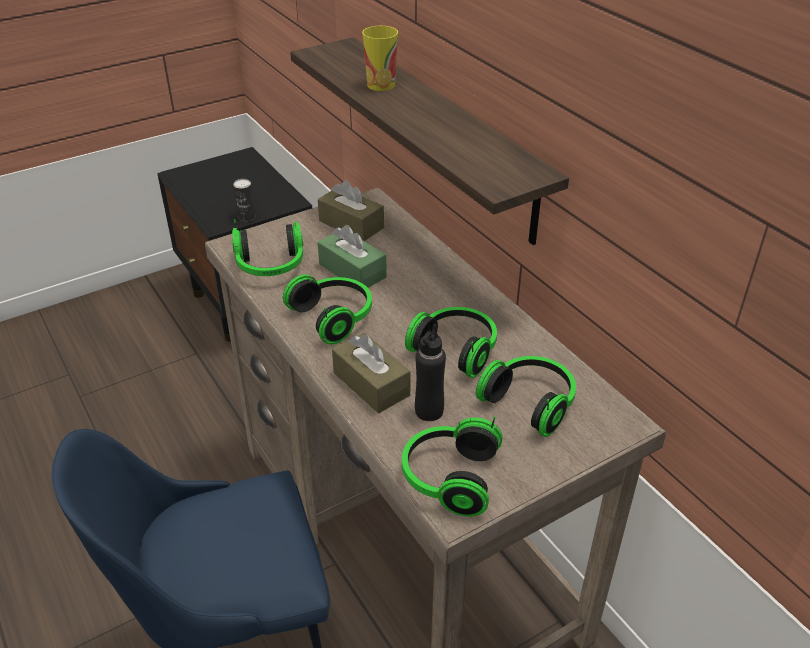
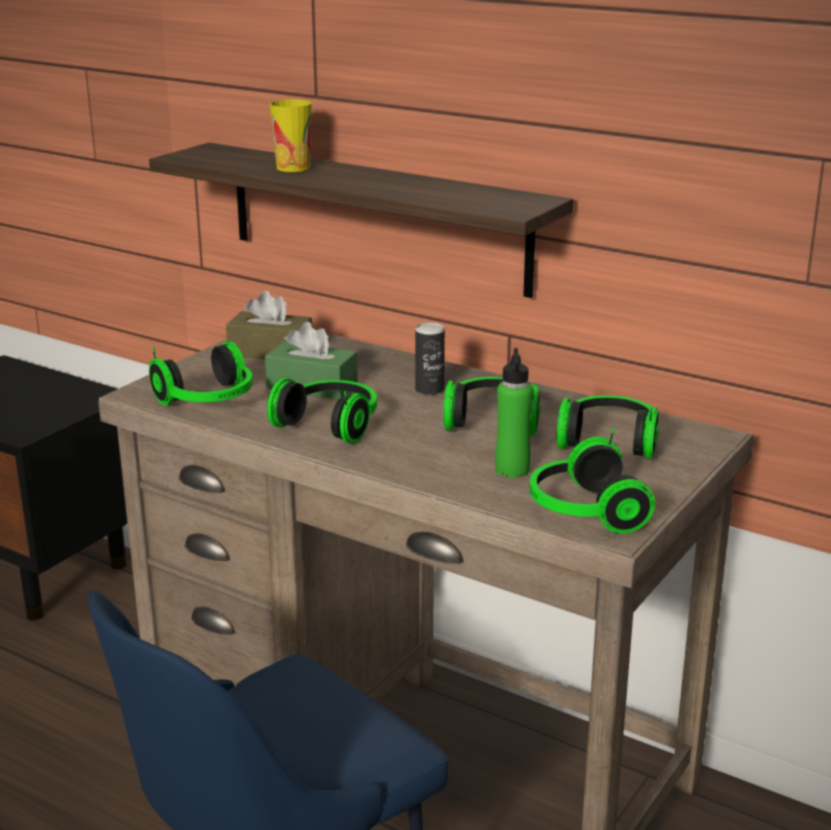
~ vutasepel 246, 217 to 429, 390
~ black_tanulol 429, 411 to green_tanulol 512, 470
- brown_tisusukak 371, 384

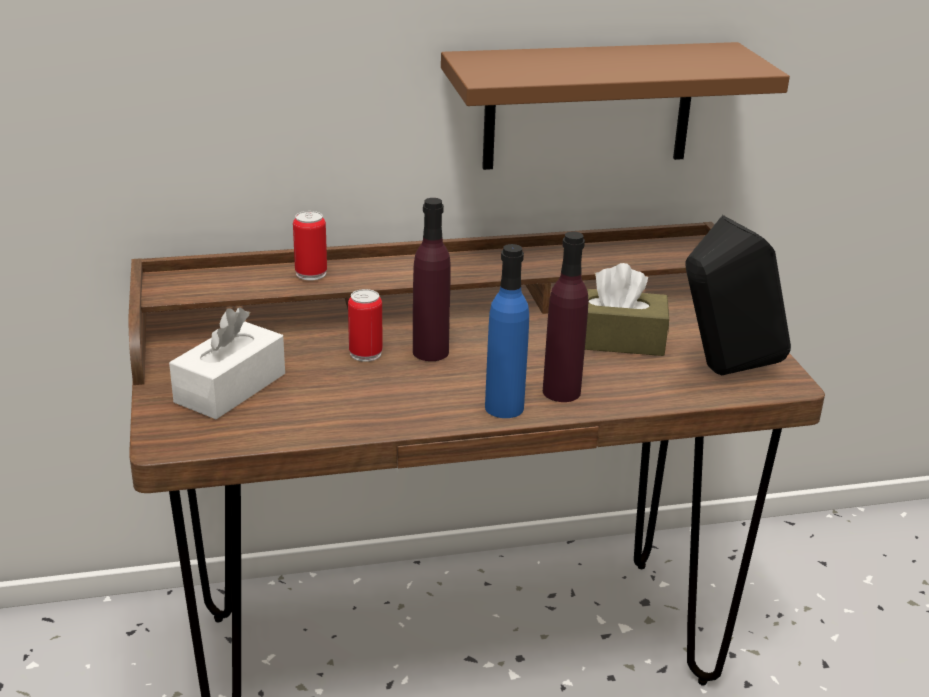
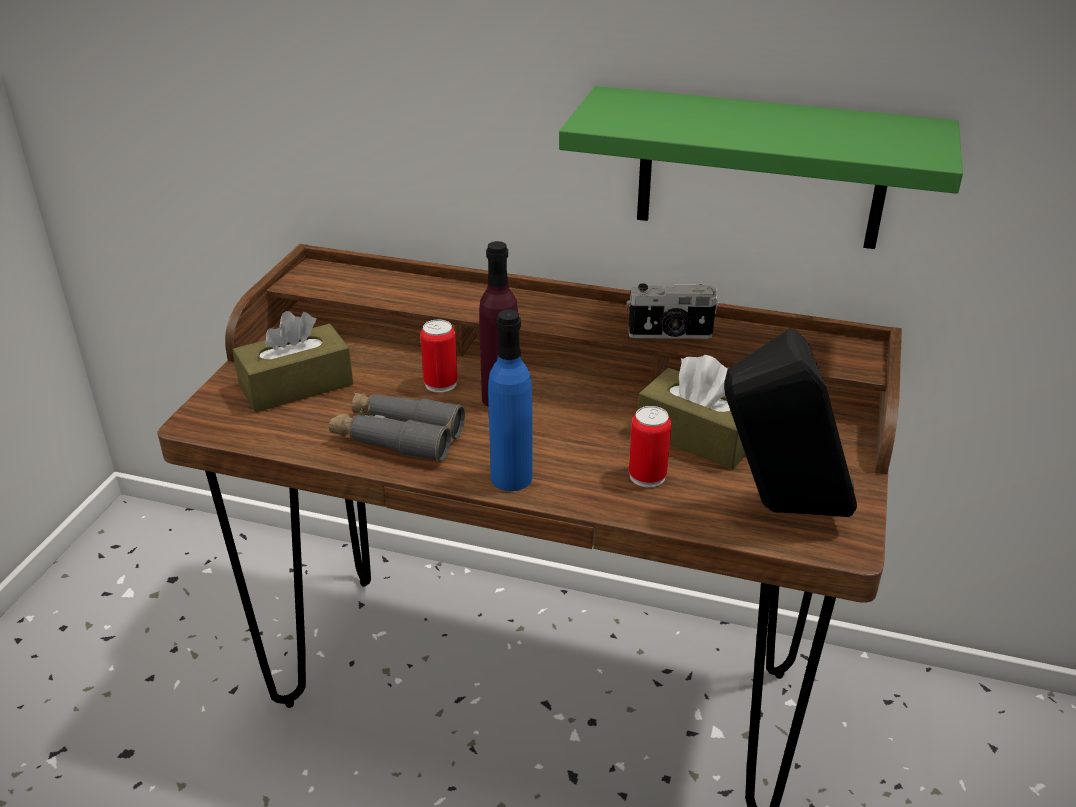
~ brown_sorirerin 588, 106 to green_sorirerin 761, 169
~ vutasepel 311, 273 to 647, 476
- purple_tanulol 561, 392
~ white_tisusukak 230, 388 to brown_tisusukak 296, 385
+ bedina 670, 335
+ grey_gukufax 397, 437

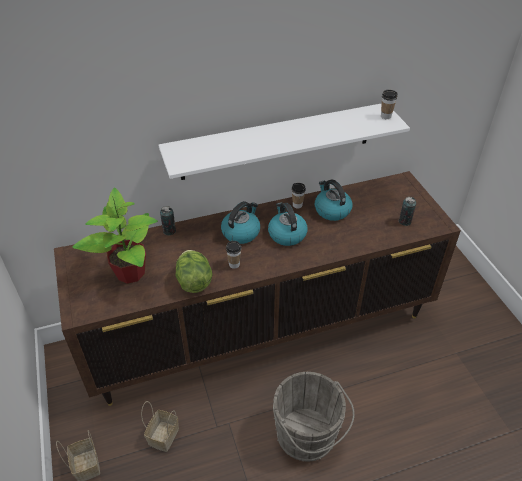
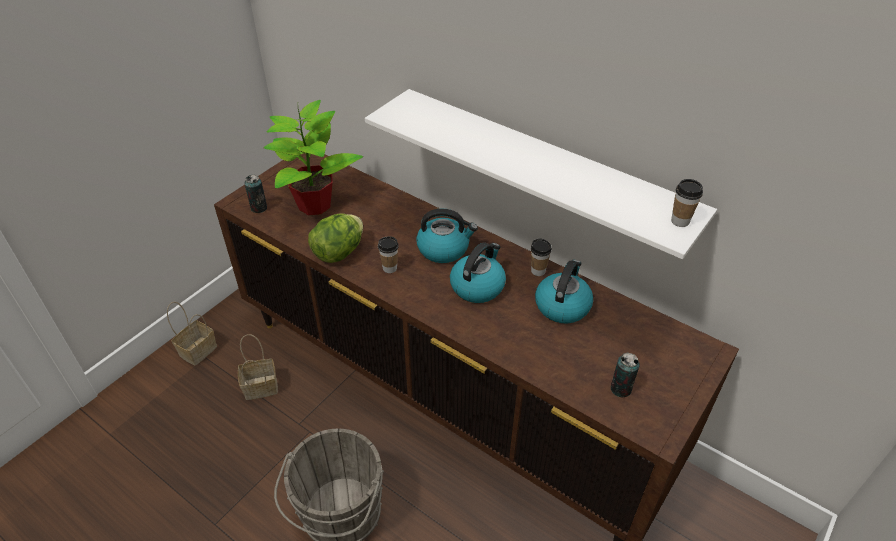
~ vutasepel 169, 231 to 259, 208

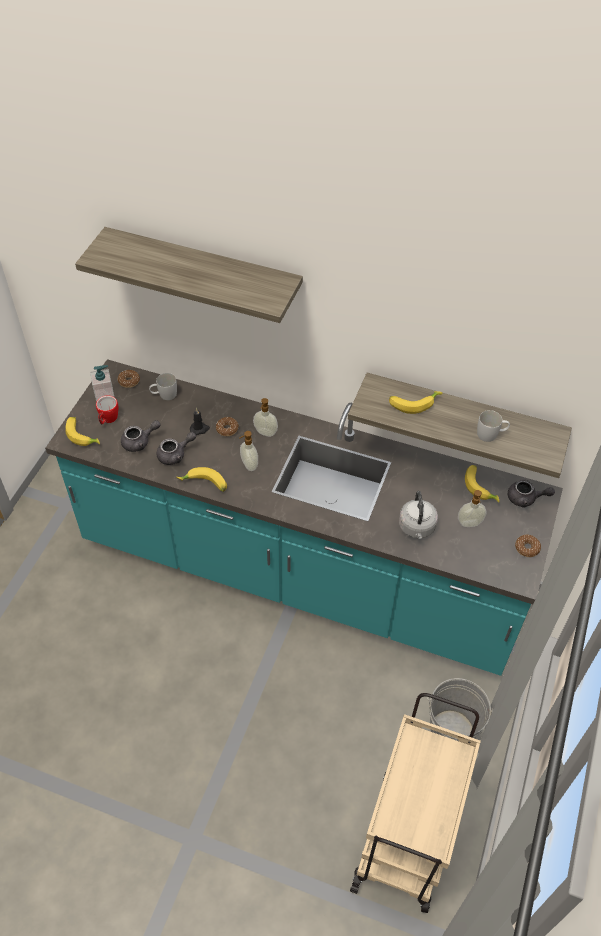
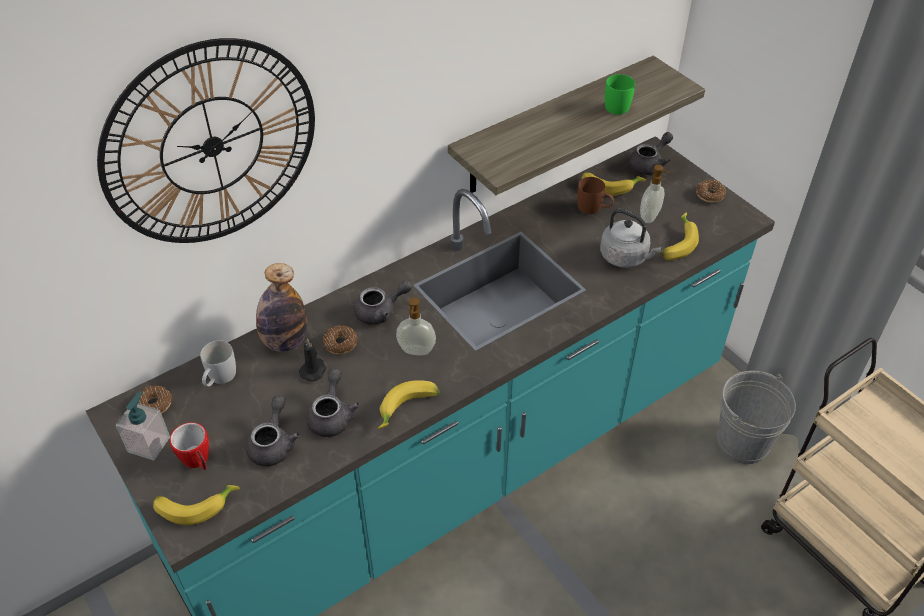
~ sorirerin 203, 273 to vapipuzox 212, 146
~ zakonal 413, 403 to 676, 243
~ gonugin 265, 433 to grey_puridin 381, 312
~ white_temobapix 491, 434 to green_temobapix 619, 105
+ brown_temobapix 594, 208
+ tanulol 285, 341

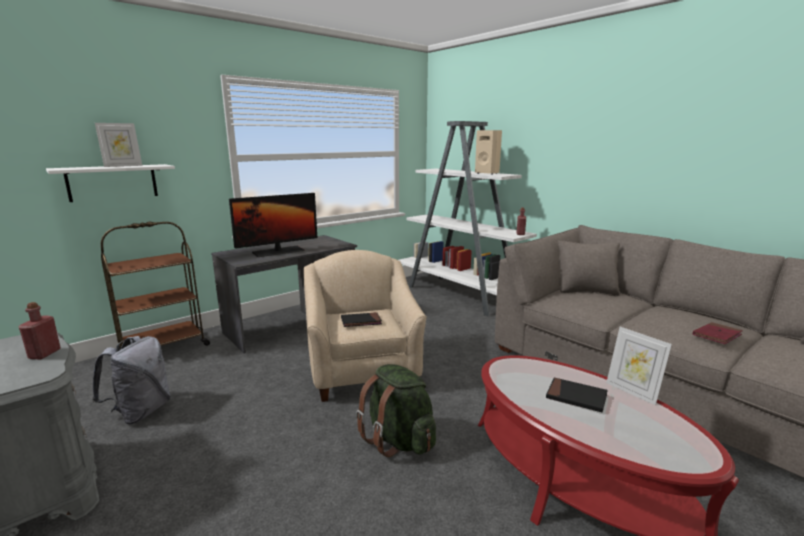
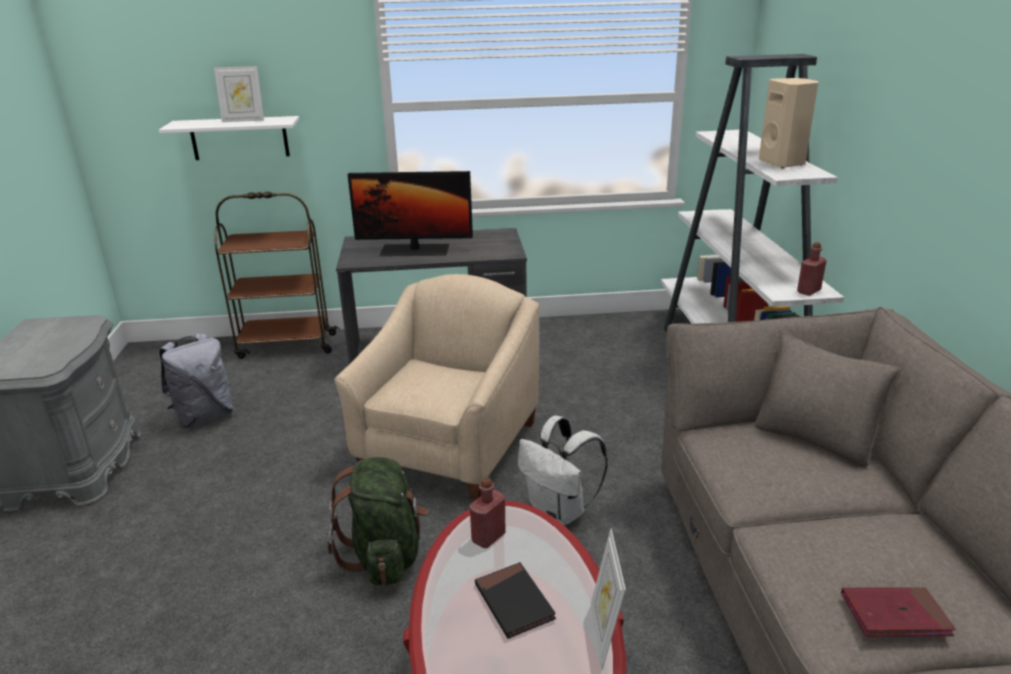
~ red_tanulol 44, 354 to 488, 537
- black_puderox 361, 321
+ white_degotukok 560, 512

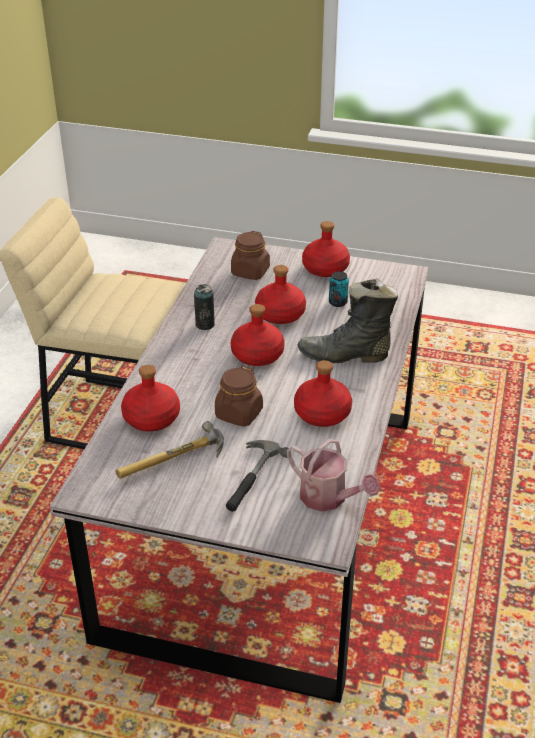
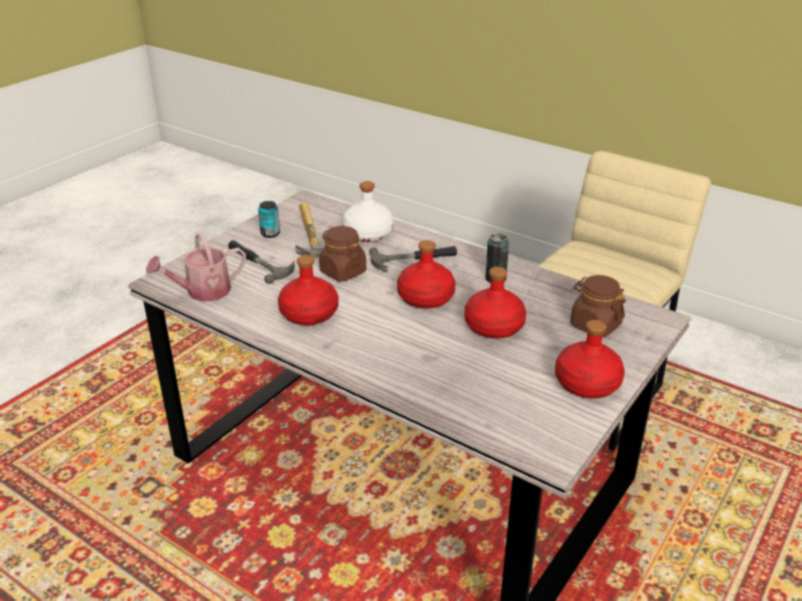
~ vutasepel 338, 302 to 270, 234
- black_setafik 345, 356
~ red_tanulol 152, 418 to white_tanulol 367, 234
+ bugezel 414, 260

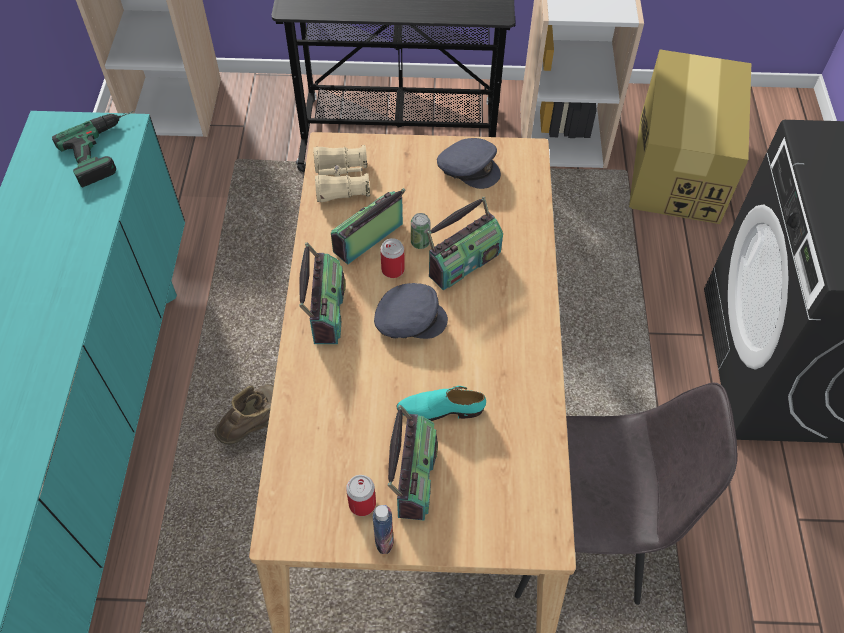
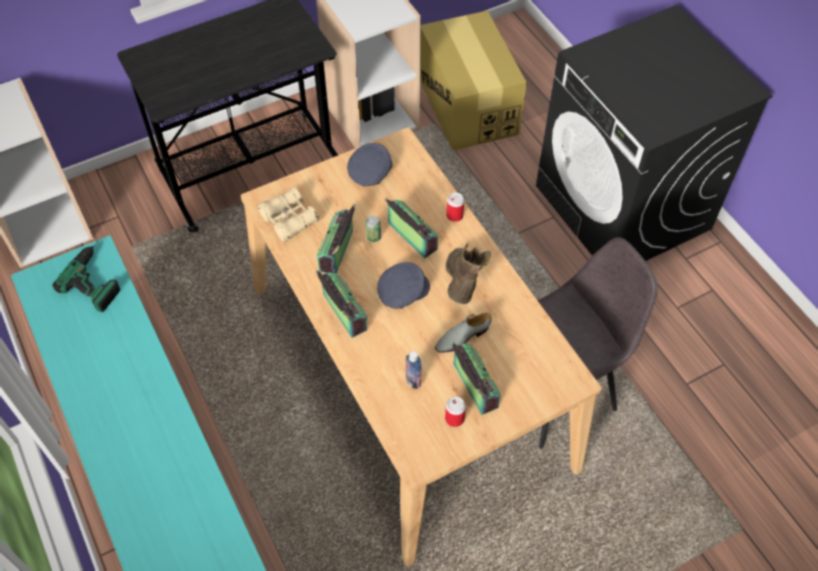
~ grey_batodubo 469, 168 = 370, 171 60 degrees counterclockwise
~ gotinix 463, 262 = 411, 237 60 degrees counterclockwise
~ vutasepel 393, 269 to 454, 215
~ brown_setafik 254, 424 to 462, 286
~ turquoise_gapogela 440, 409 to grey_gapogela 462, 337
~ tanulol 384, 540 to 413, 381

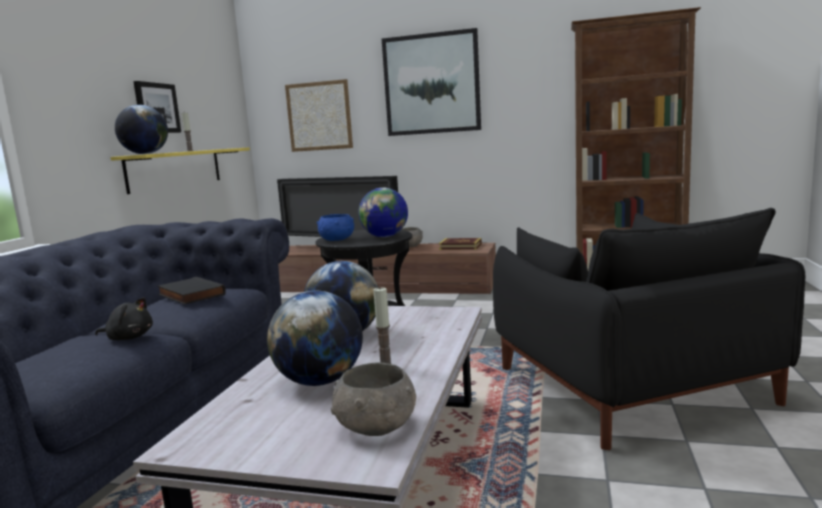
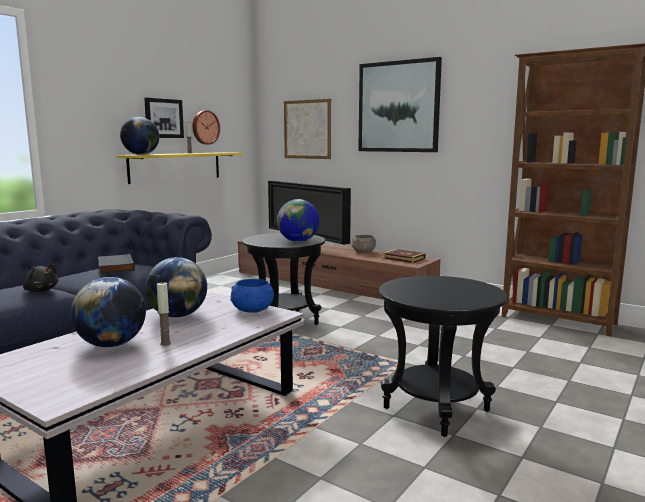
~ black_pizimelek 628, 385 to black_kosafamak 436, 409
~ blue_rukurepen 337, 240 to 252, 310
- grey_rukurepen 376, 427
+ vapipuzox 205, 127

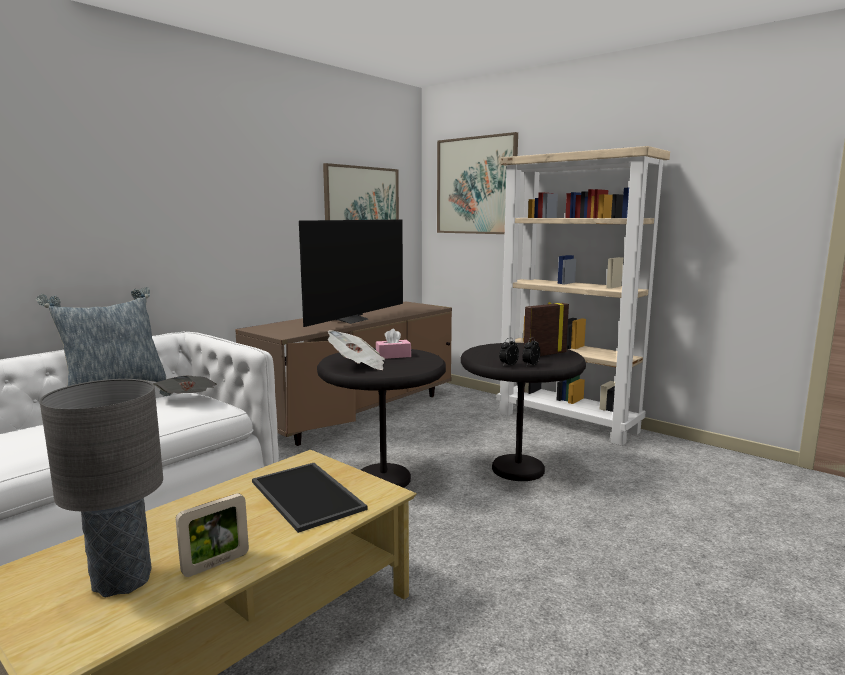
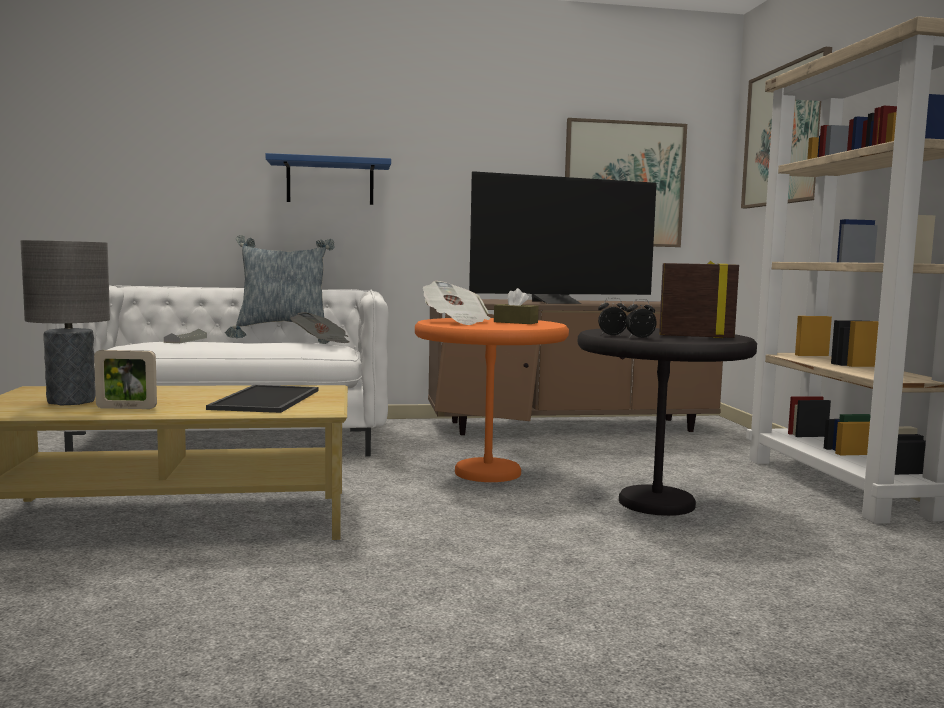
~ pink_tisusukak 393, 356 to brown_tisusukak 515, 322
~ black_kosafamak 383, 479 to orange_kosafamak 488, 472
+ blue_sorirerin 330, 182
+ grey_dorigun 186, 340

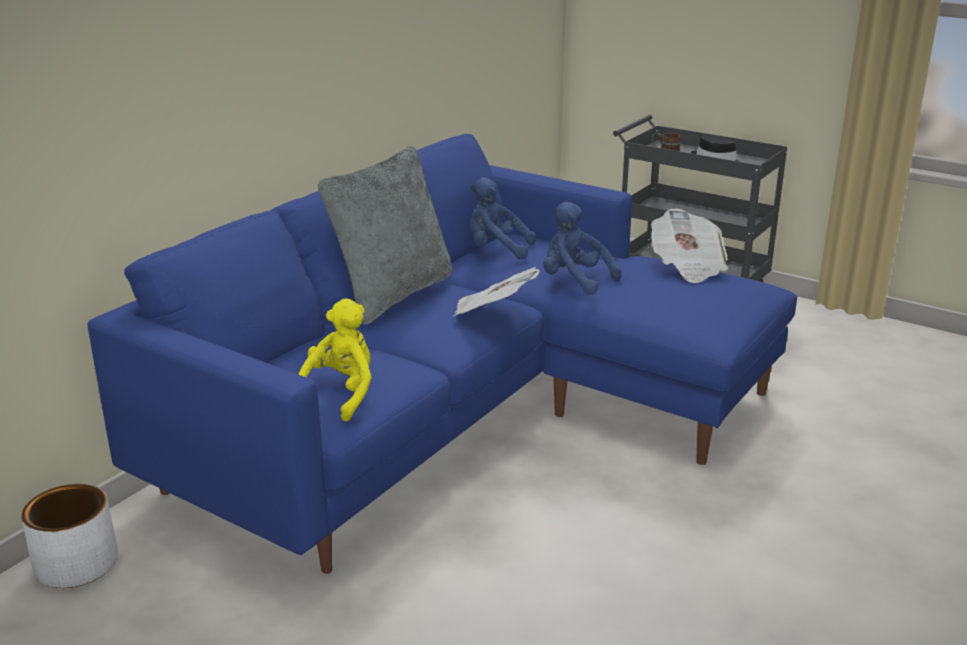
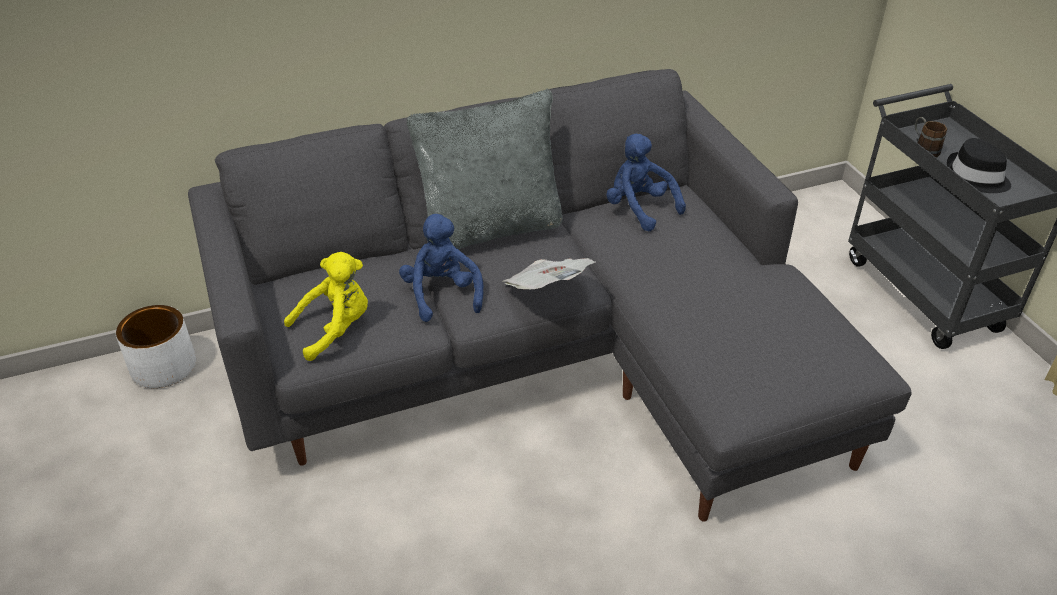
~ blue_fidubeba 466, 416 to grey_fidubeba 547, 359
~ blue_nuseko 574, 280 to 442, 294
- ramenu 687, 266

